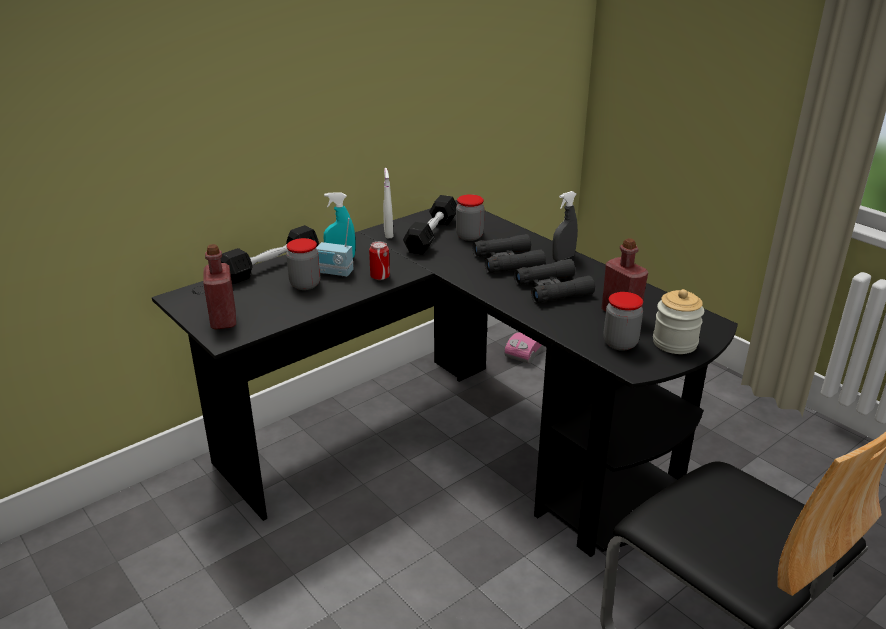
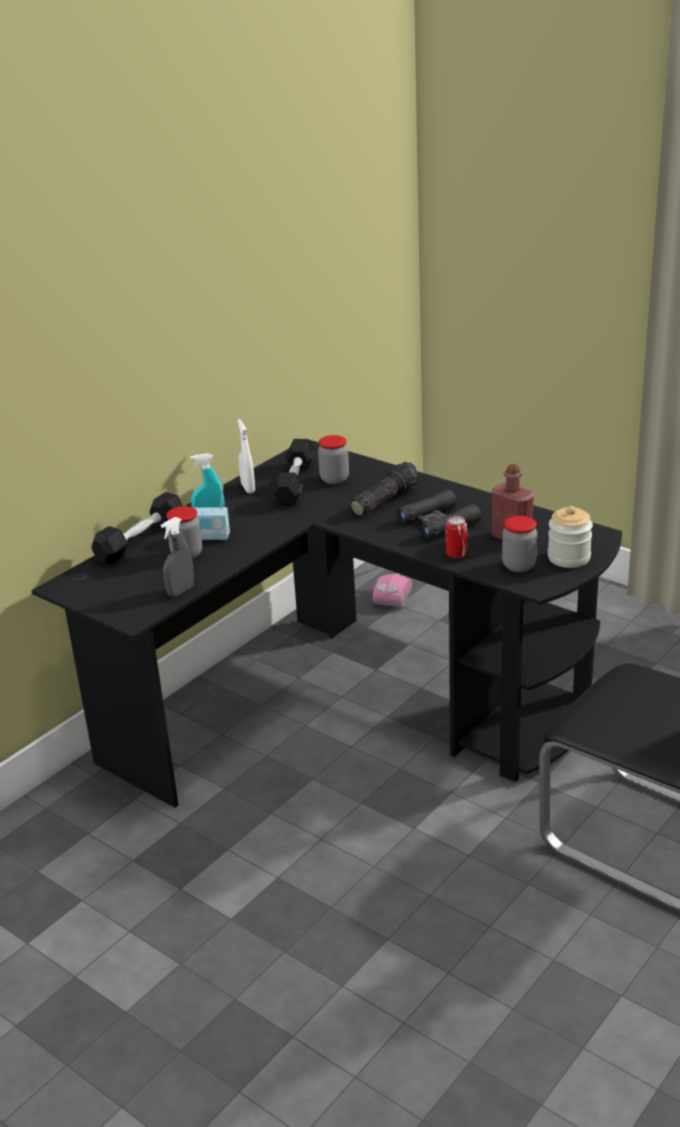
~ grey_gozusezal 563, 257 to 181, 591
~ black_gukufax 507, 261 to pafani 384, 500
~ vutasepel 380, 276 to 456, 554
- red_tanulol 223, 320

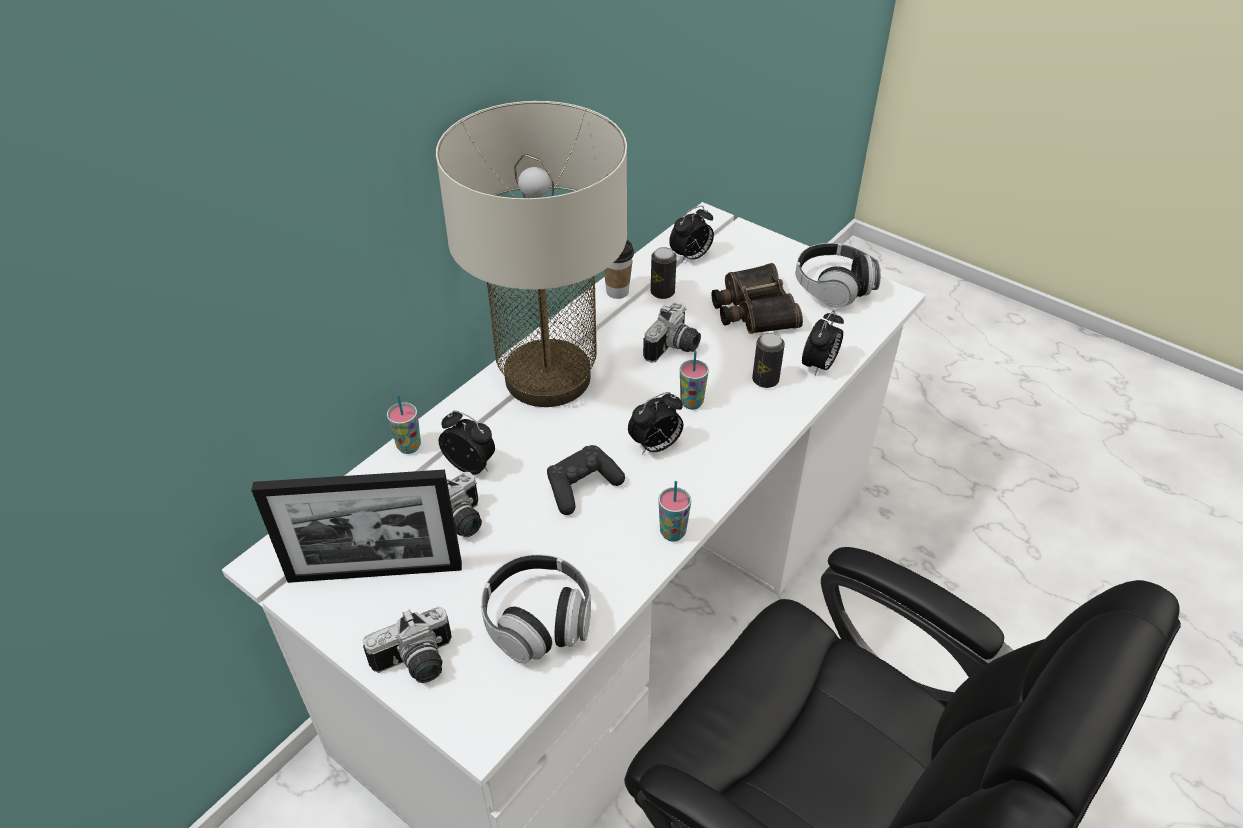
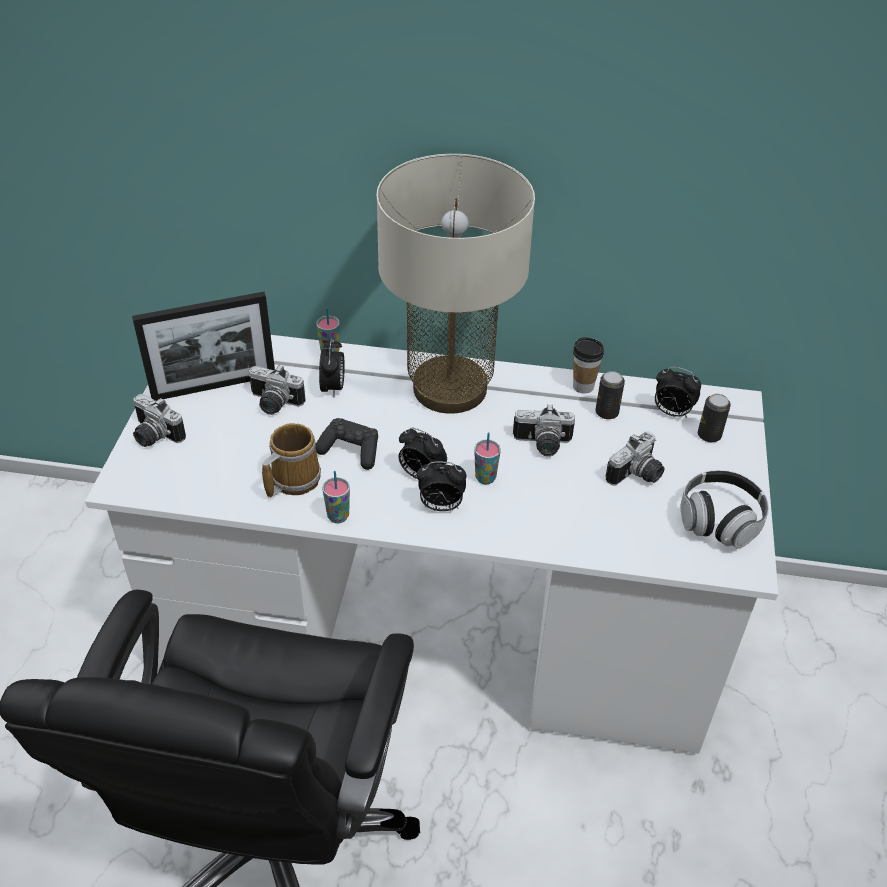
~ gukufax 753, 309 to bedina 637, 475
~ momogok 819, 366 to 440, 506
~ vutasepel 765, 380 to 709, 435
~ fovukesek 375, 572 = 214, 386 75 degrees counterclockwise
- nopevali 538, 621
+ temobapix 292, 479

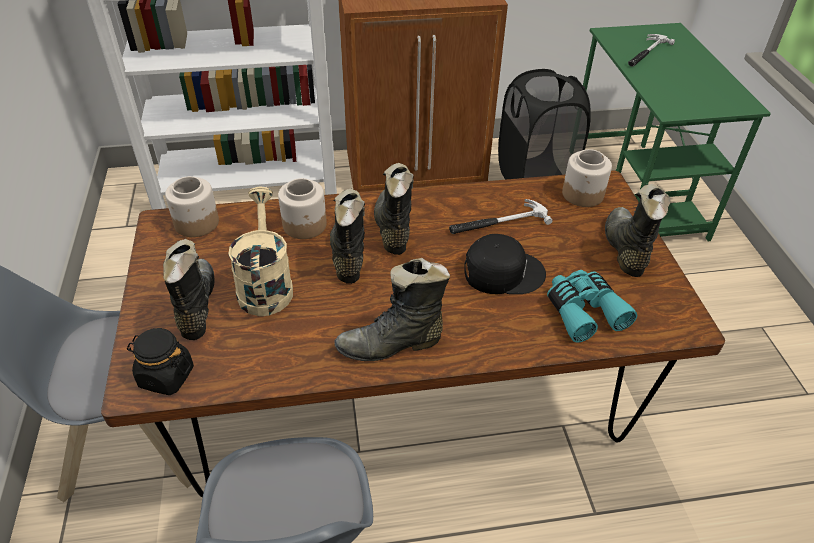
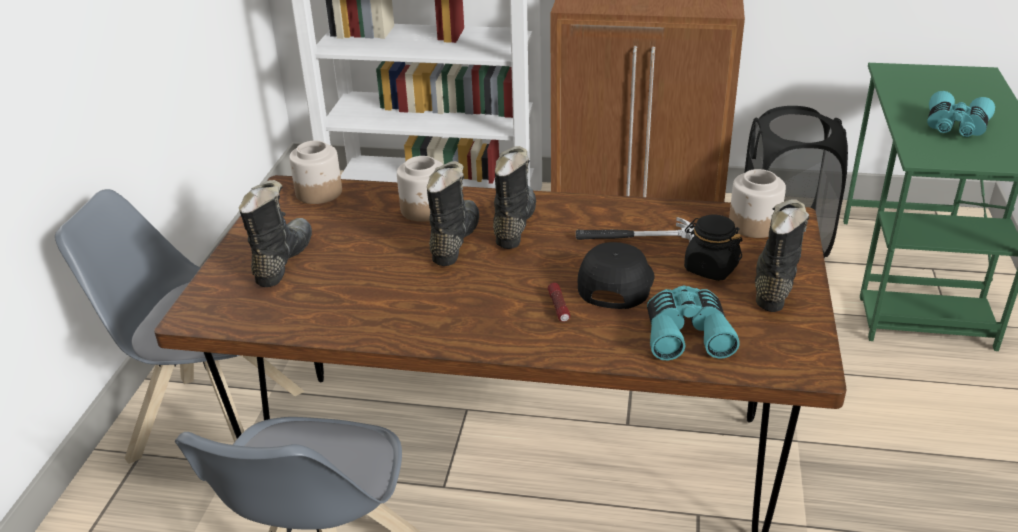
- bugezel 646, 53
- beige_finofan 265, 285
~ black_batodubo 502, 271 = 614, 282 90 degrees counterclockwise
- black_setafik 392, 345
~ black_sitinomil 166, 376 to 710, 268
+ turquoise_gukufax 955, 127
+ pafani 559, 307

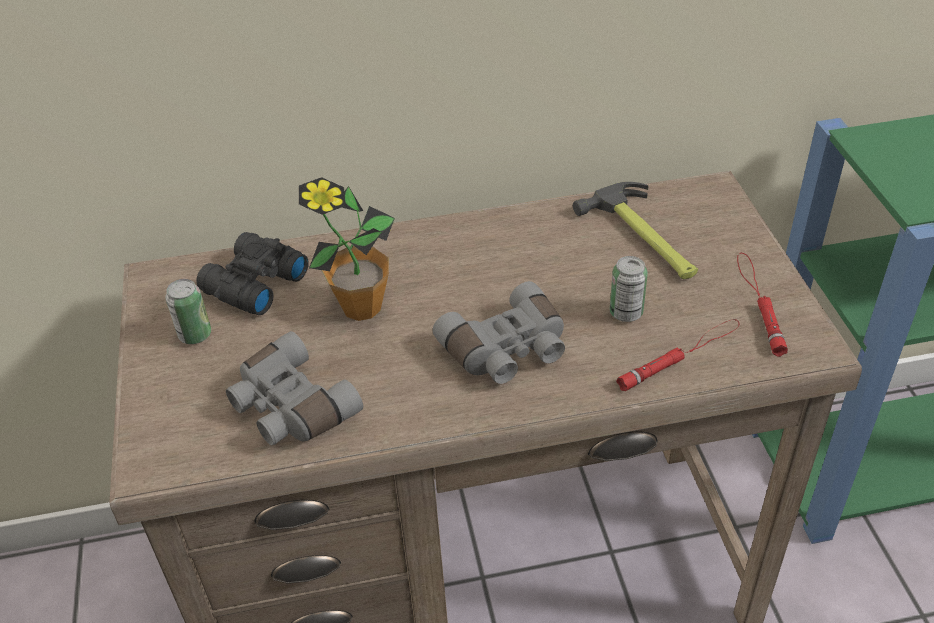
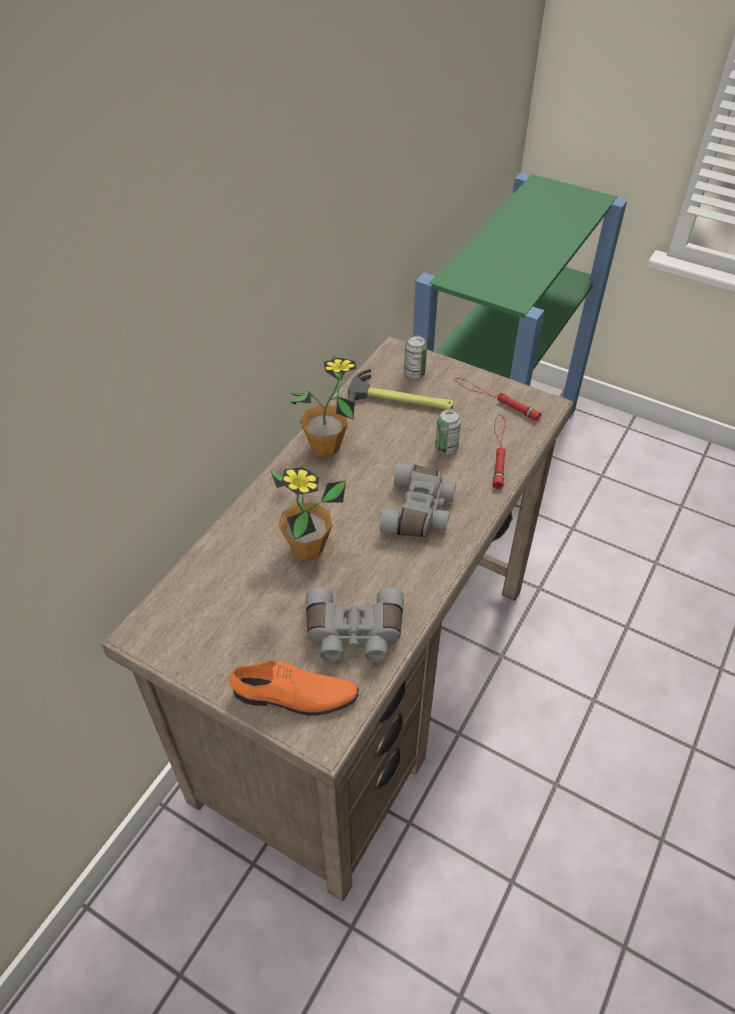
- black_gukufax 252, 284
~ vutasepel 195, 335 to 414, 373
+ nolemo 325, 447
+ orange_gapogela 295, 696

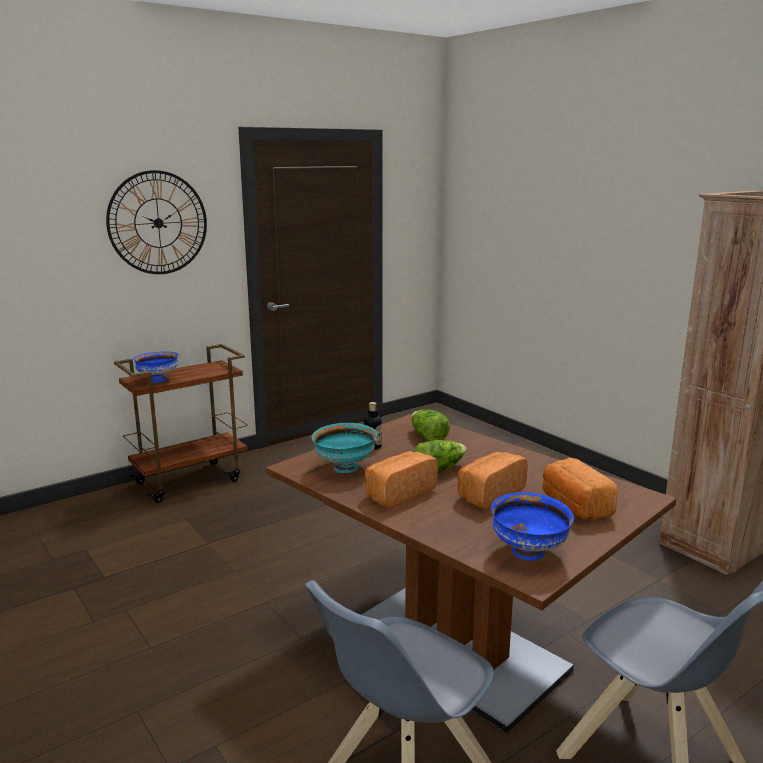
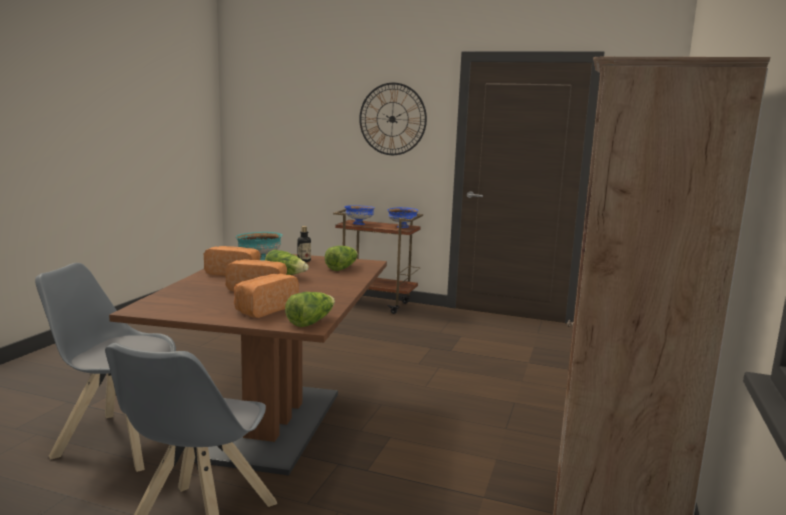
~ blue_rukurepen 529, 552 to 402, 227
+ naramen 310, 322

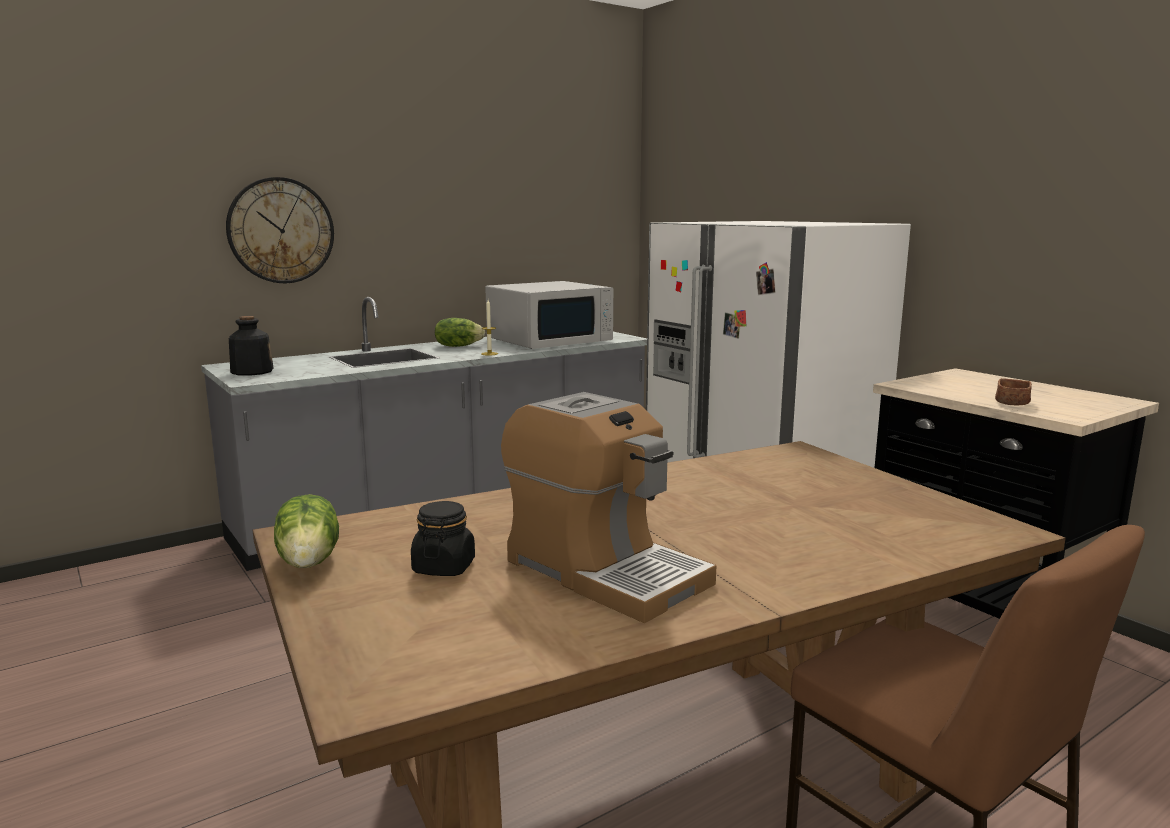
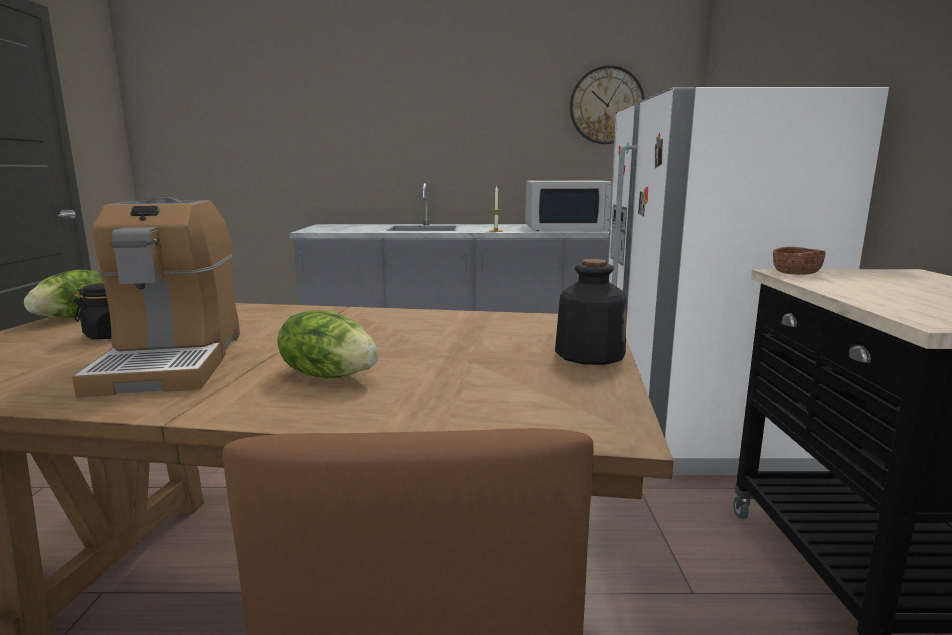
~ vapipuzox 281, 230 to 606, 105
~ tanulol 251, 371 to 589, 354
~ naramen 458, 346 to 329, 375
~ brown_rukurepen 1012, 403 to 796, 273

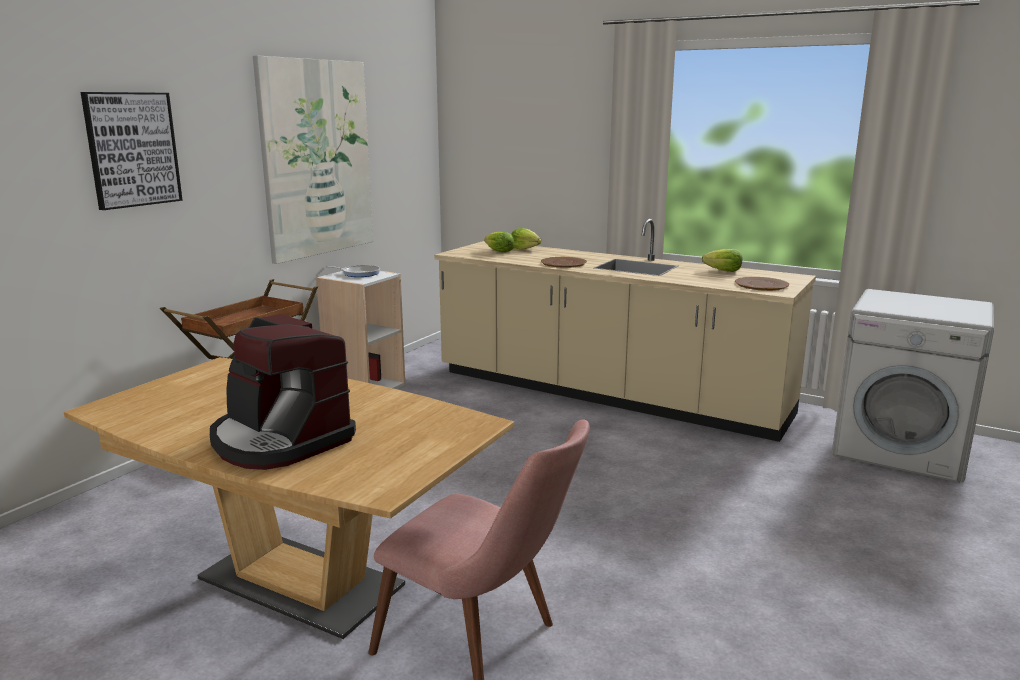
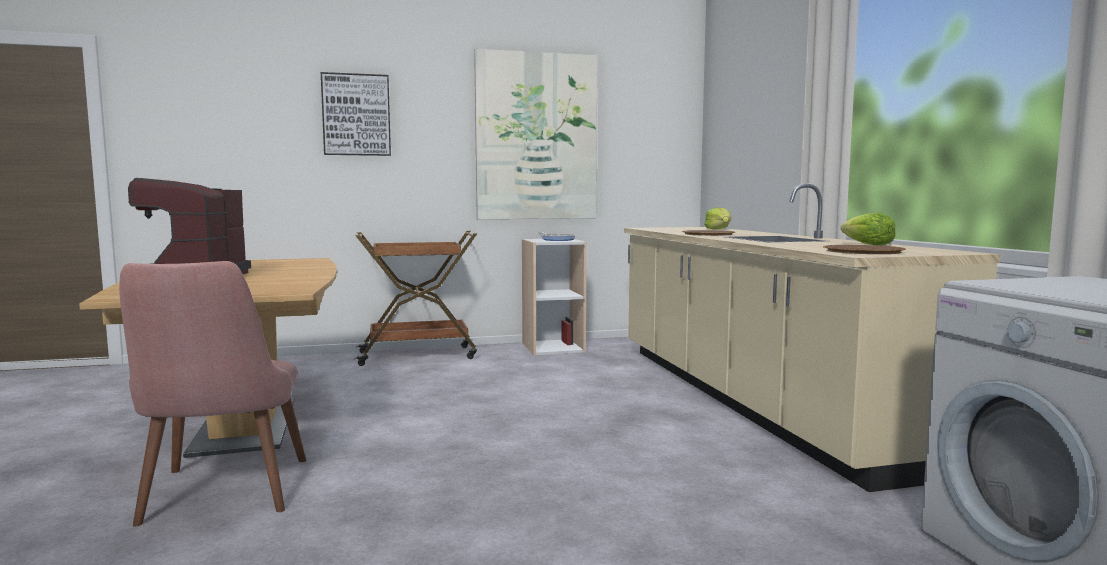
- naramen 499, 251

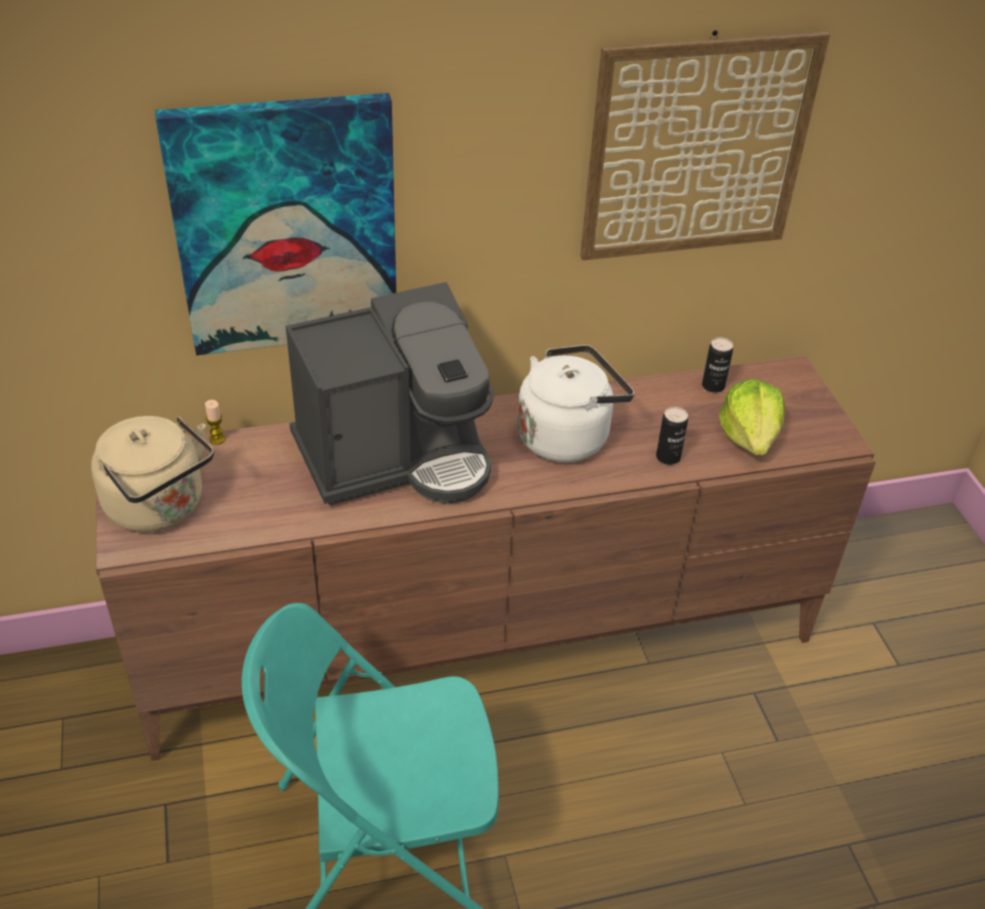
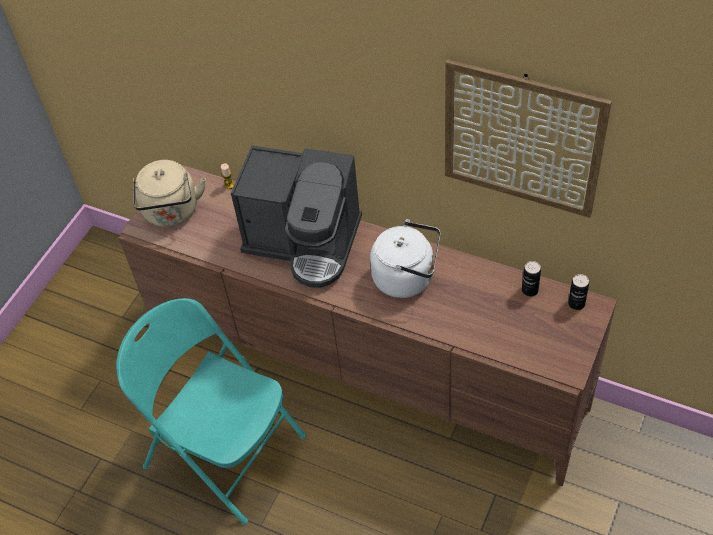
- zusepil 286, 227
- naramen 750, 436
~ vutasepel 668, 457 to 576, 303

